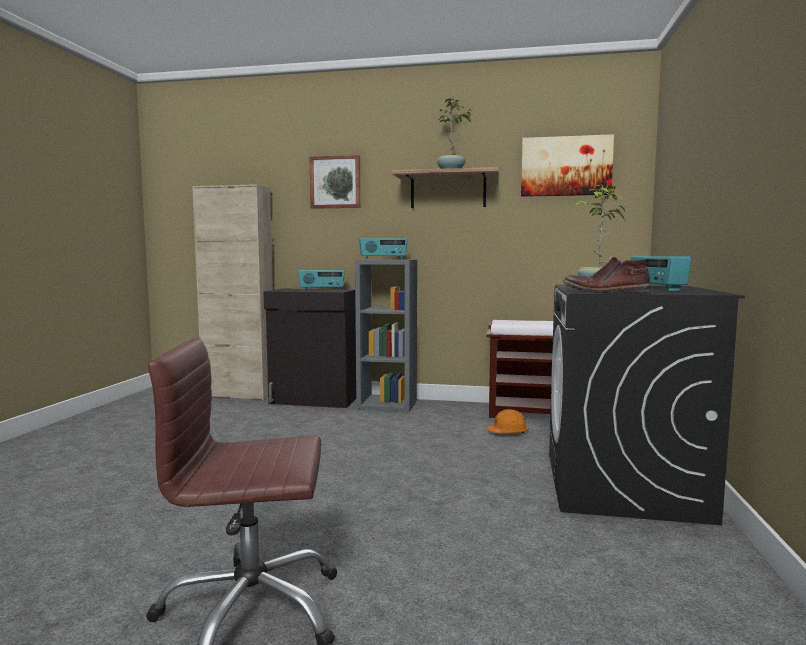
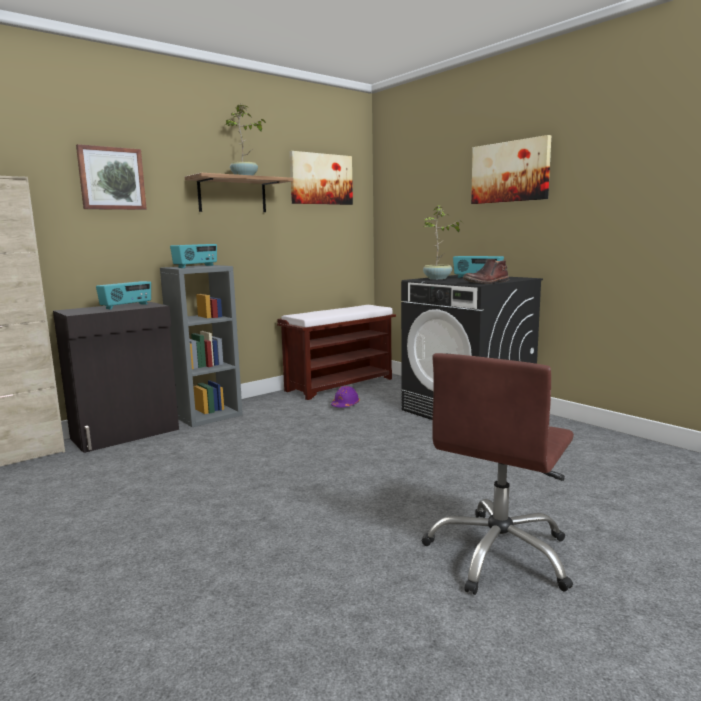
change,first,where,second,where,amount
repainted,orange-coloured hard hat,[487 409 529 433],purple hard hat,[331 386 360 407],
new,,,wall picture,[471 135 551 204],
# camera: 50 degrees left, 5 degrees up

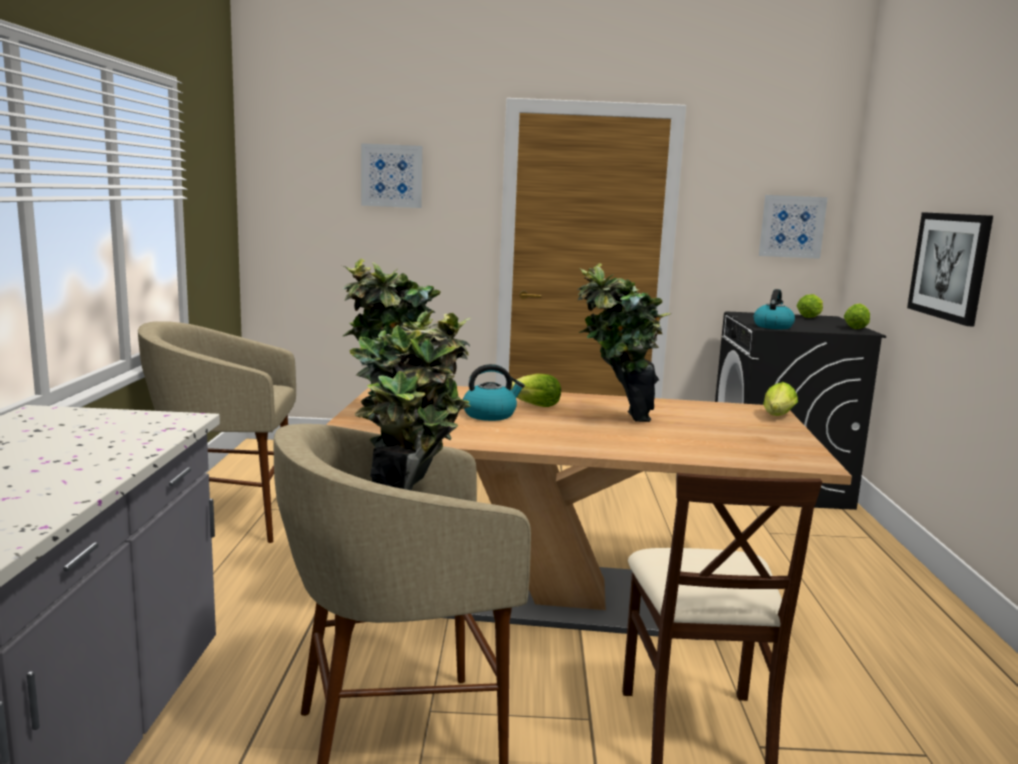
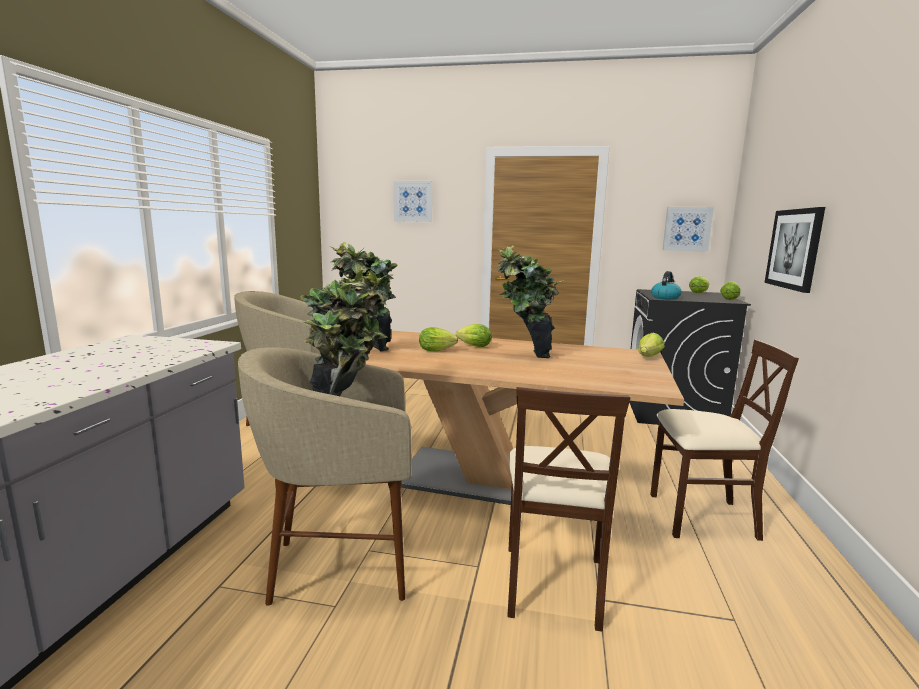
change,first,where,second,where,amount
swapped,water kettle,[463 364 525 421],lettuce,[419 328 458 351],
new,,,beige upright chair,[650 340 799 541],
# camera: 10 degrees right, 0 degrees up

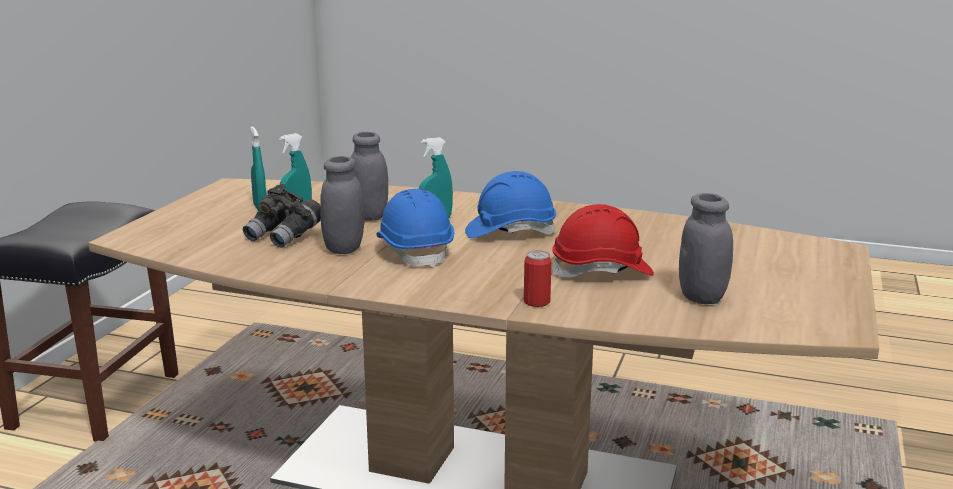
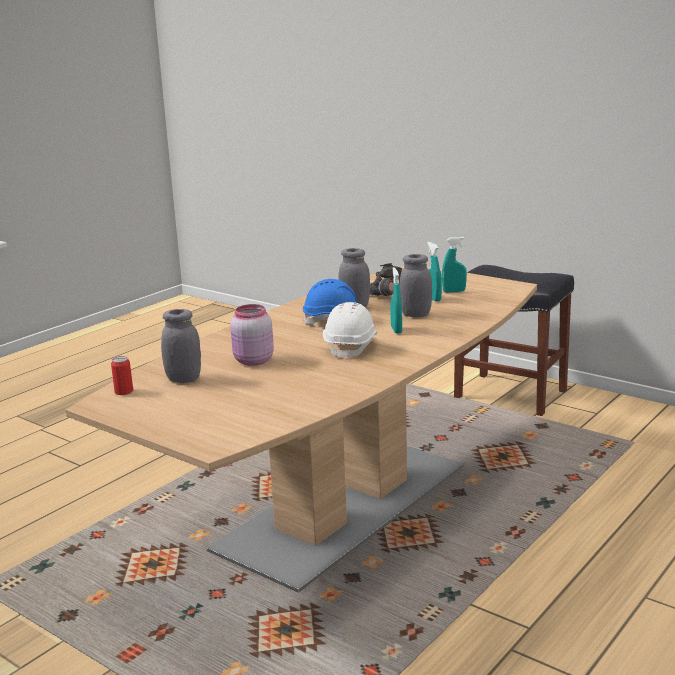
change,first,where,second,where,amount
repainted,bluish hard hat,[465 171 556 238],white hard hat,[323 302 377 360],
swapped,red-coloured hard hat,[552 204 654 277],pinkish jar,[230 304 274 366],
shifted,metal can,[524 250 552 307],,[111 356 133 395],
# camera: 110 degrees right, 0 degrees up

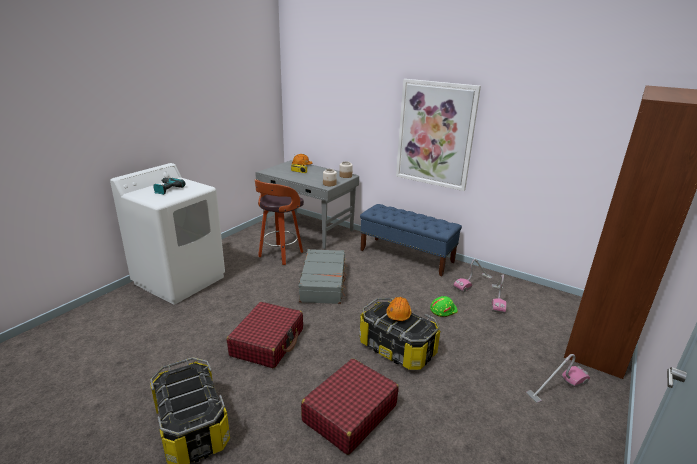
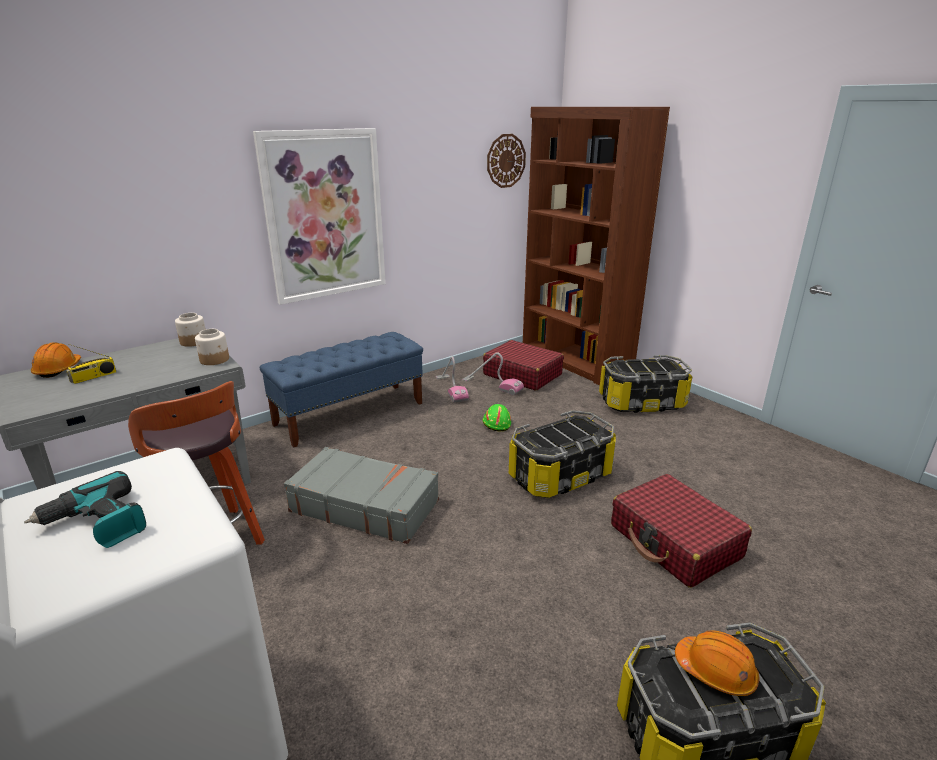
change,first,where,second,where,amount
shifted,orange-coloured hard hat,[386 297 412 322],,[675 631 759 696],
shifted,red-coloured piece of luggage,[227 302 303 368],,[483 340 564 391],
swapped,vacuum cleaner,[526 354 590 403],storage box,[599 355 692 413],
new,,,wall clock,[487 134 526 188],
# camera: 70 degrees left, 0 degrees up

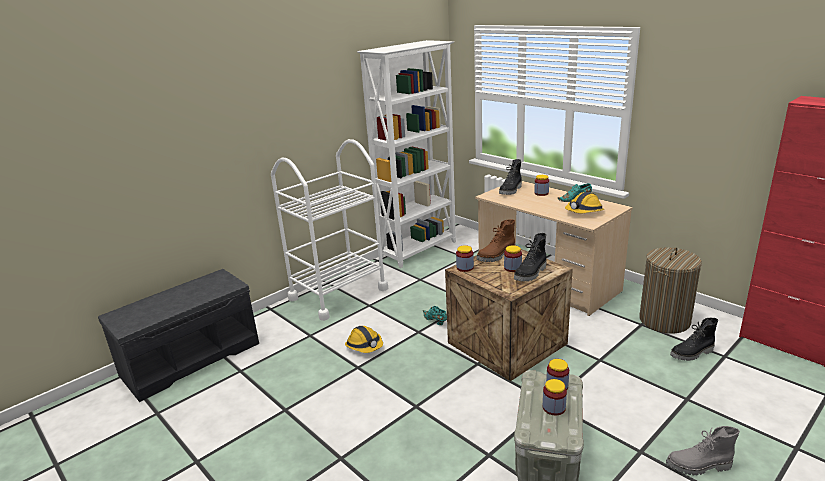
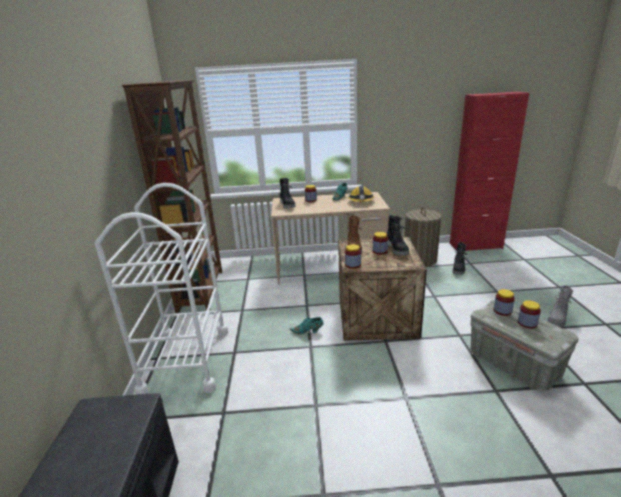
change,first,where,second,where,amount
repainted,white bookshelf,[357 40 456 268],brownish bookshelf,[122 80 222 313],
gone,hard hat,[345 326 383 353],,,
# camera: 50 degrees left, 0 degrees up

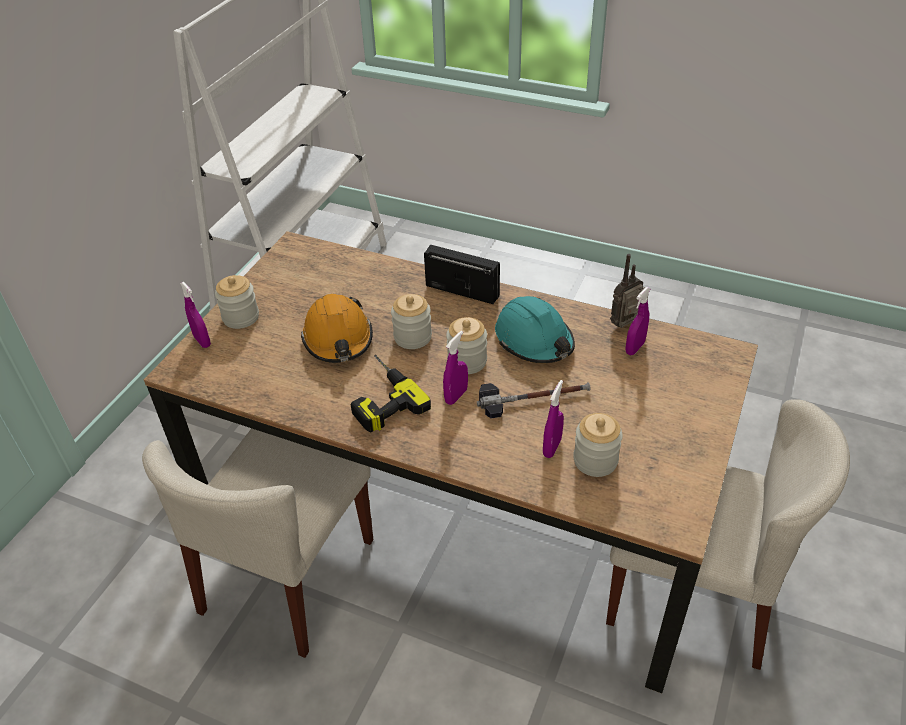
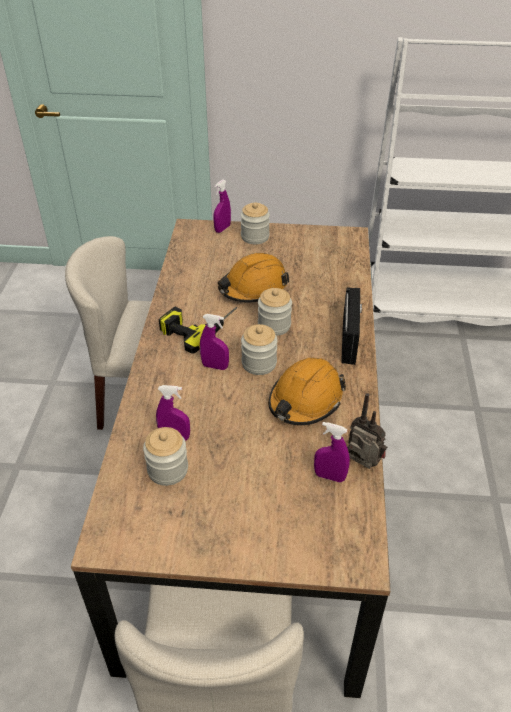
change,first,where,second,where,amount
repainted,turquoise hard hat,[495 296 575 363],orange-coloured hard hat,[268 358 346 425],
gone,tool hammer,[477 382 590 418],,,
# camera: 70 degrees right, 0 degrees up

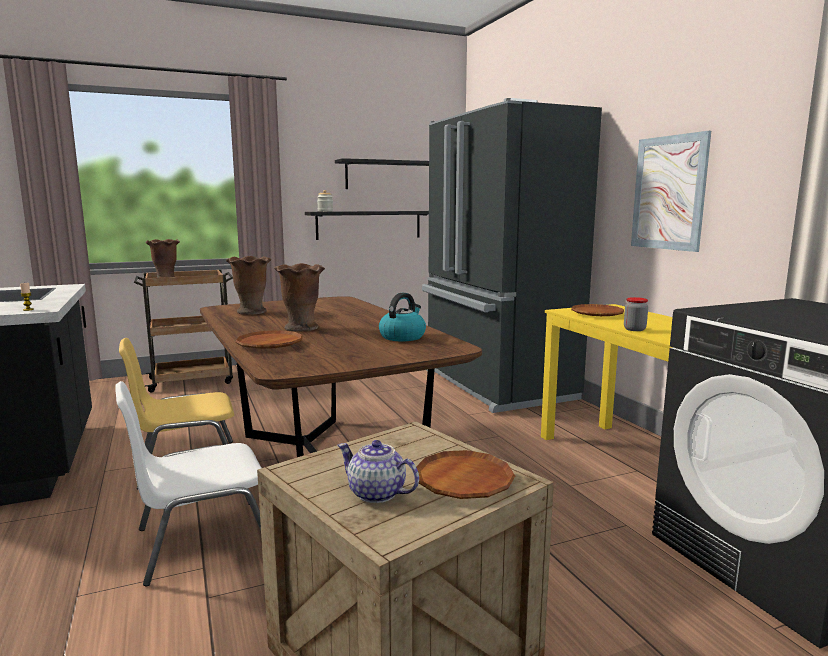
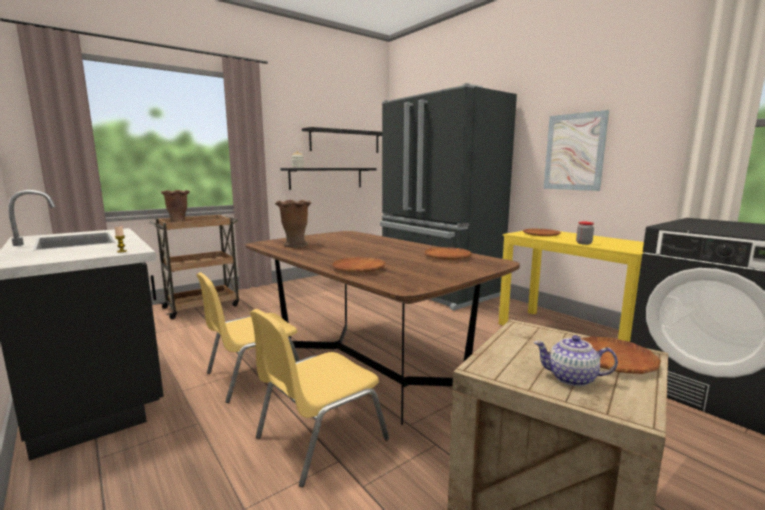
change,first,where,second,where,amount
gone,brownish flower vase,[274 263 325 332],,,
swapped,water kettle,[379 293 426 341],brownish plate,[424 247 472 260],
repainted,white upright chair,[115 381 262 586],yellow upright chair,[250 309 389 487],
# camera: 15 degrees left, 0 degrees up

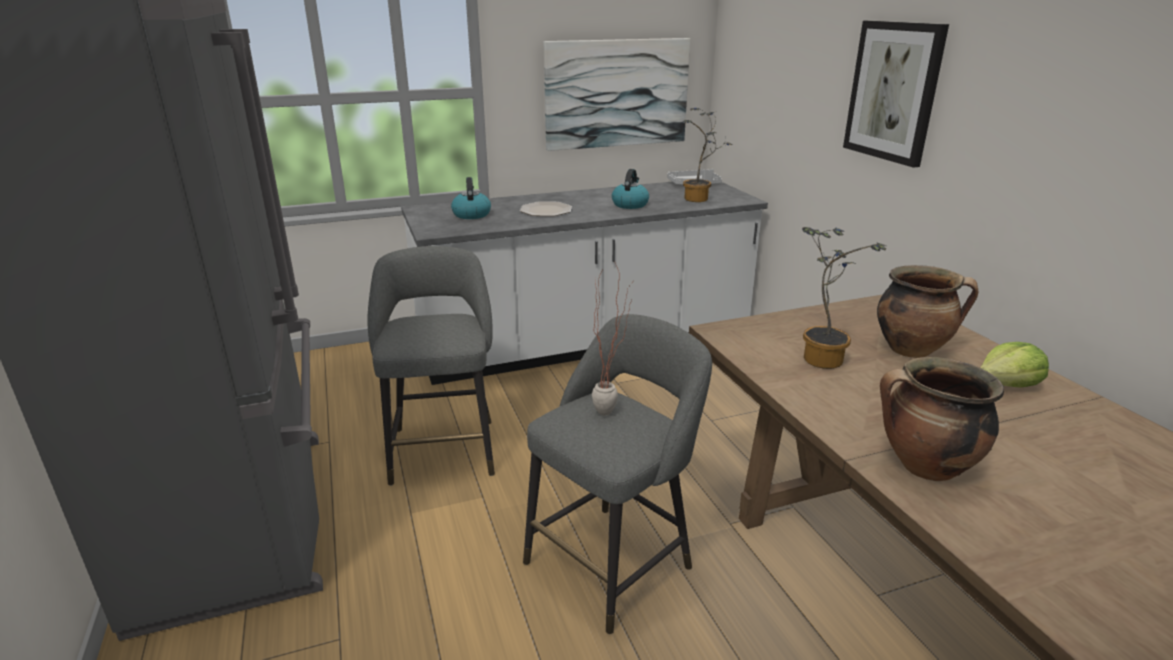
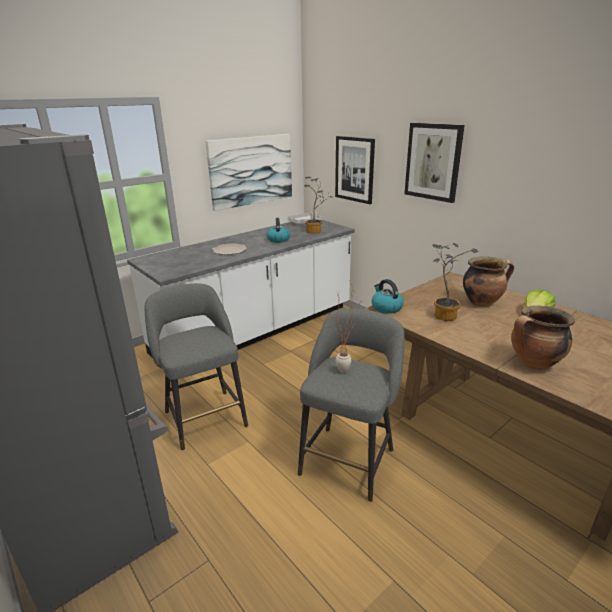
change,first,where,second,where,amount
shifted,water kettle,[451 177 491 219],,[372 279 404 314],
new,,,wall picture,[335 136 375 204],
# camera: 20 degrees left, 0 degrees up

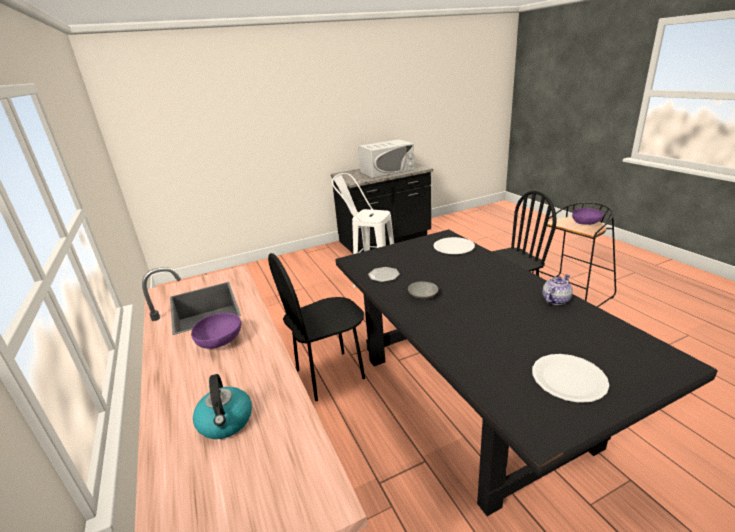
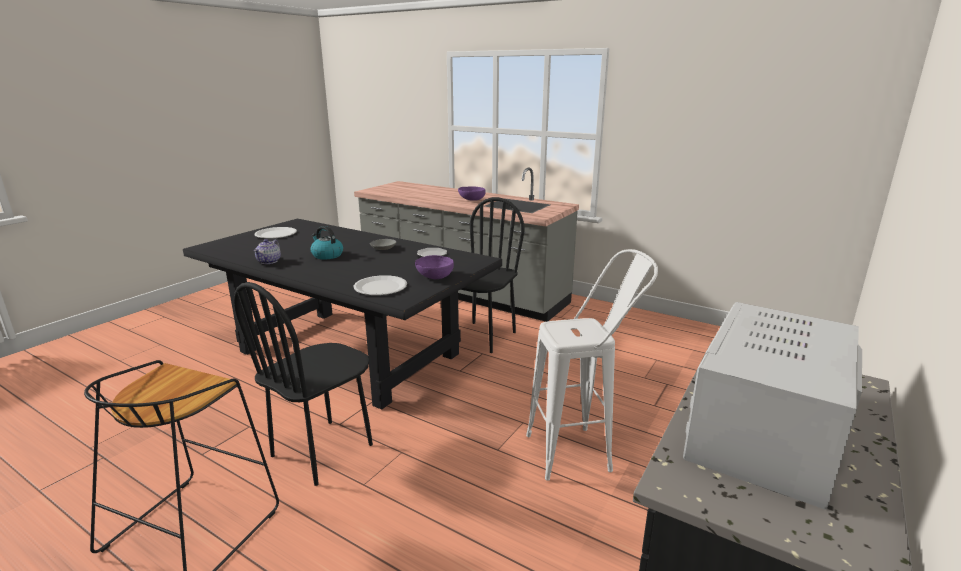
change,first,where,second,where,amount
shifted,purple deep dish,[572 208 604 225],,[415 255 454 279],
shifted,water kettle,[193 374 252 439],,[311 226 343 259],
# camera: 145 degrees right, 5 degrees down

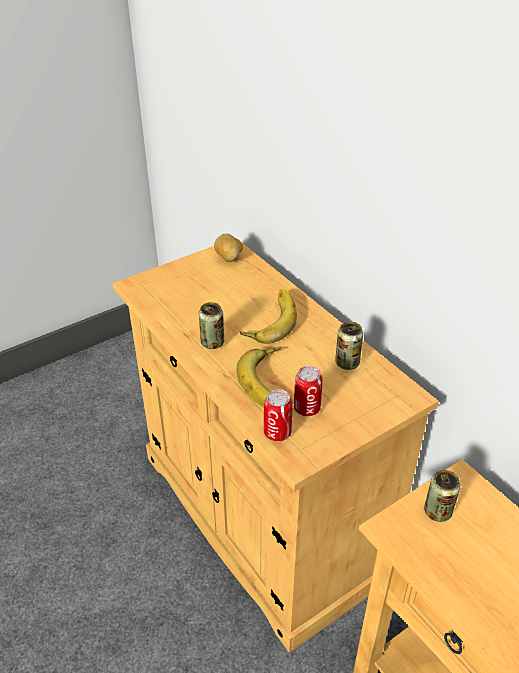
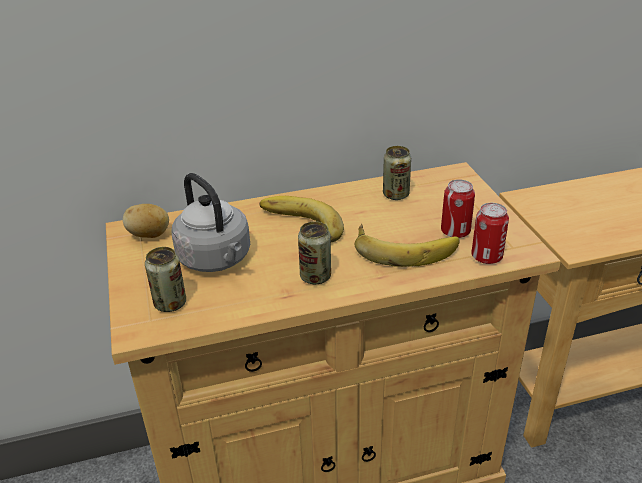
change,first,where,second,where,amount
shifted,metal can,[424 470 460 522],,[145 247 186 312],
new,,,gray water kettle,[171 173 250 272],
# camera: 70 degrees left, 5 degrees down

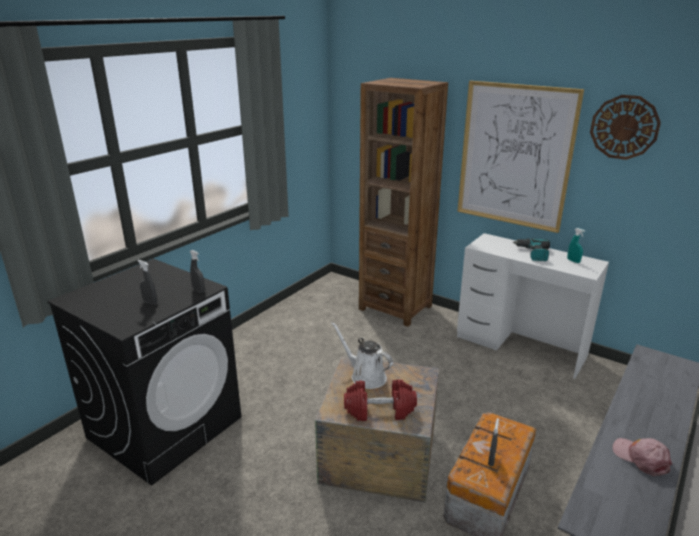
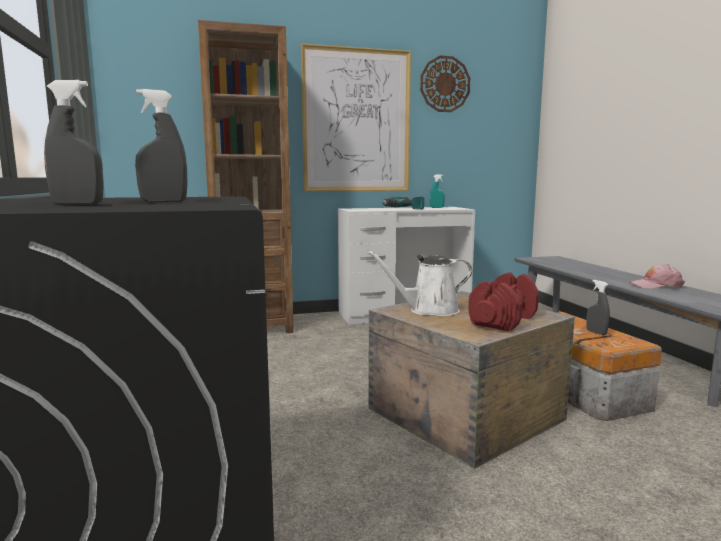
change,first,where,second,where,amount
shifted,gray hand sprayer,[190 250 205 293],,[44 80 104 205],
# camera: 50 degrees left, 15 degrees down

